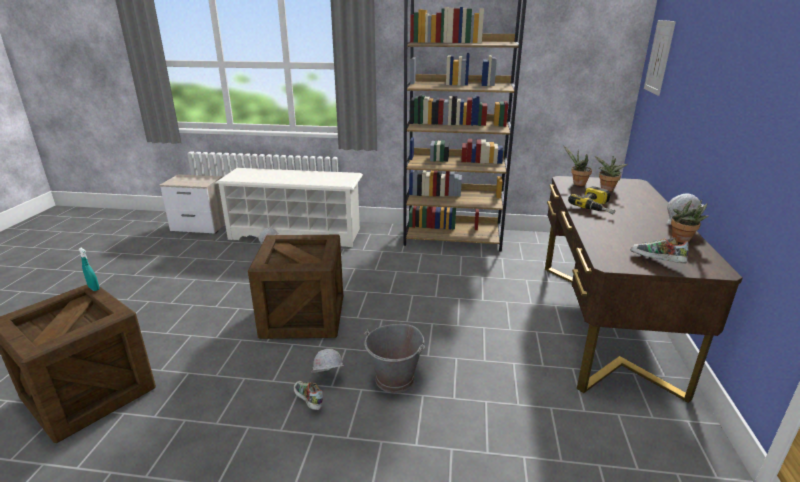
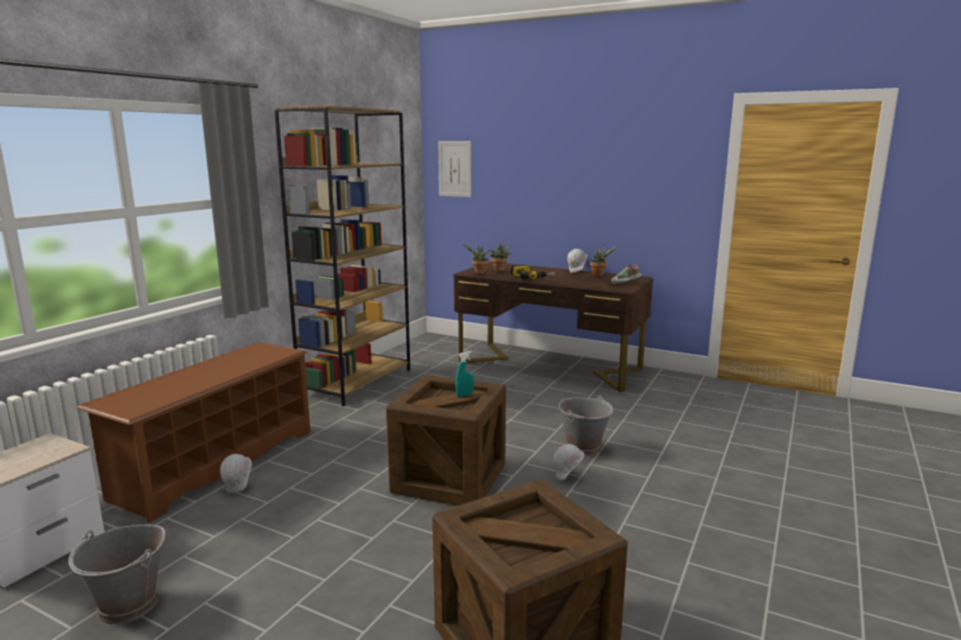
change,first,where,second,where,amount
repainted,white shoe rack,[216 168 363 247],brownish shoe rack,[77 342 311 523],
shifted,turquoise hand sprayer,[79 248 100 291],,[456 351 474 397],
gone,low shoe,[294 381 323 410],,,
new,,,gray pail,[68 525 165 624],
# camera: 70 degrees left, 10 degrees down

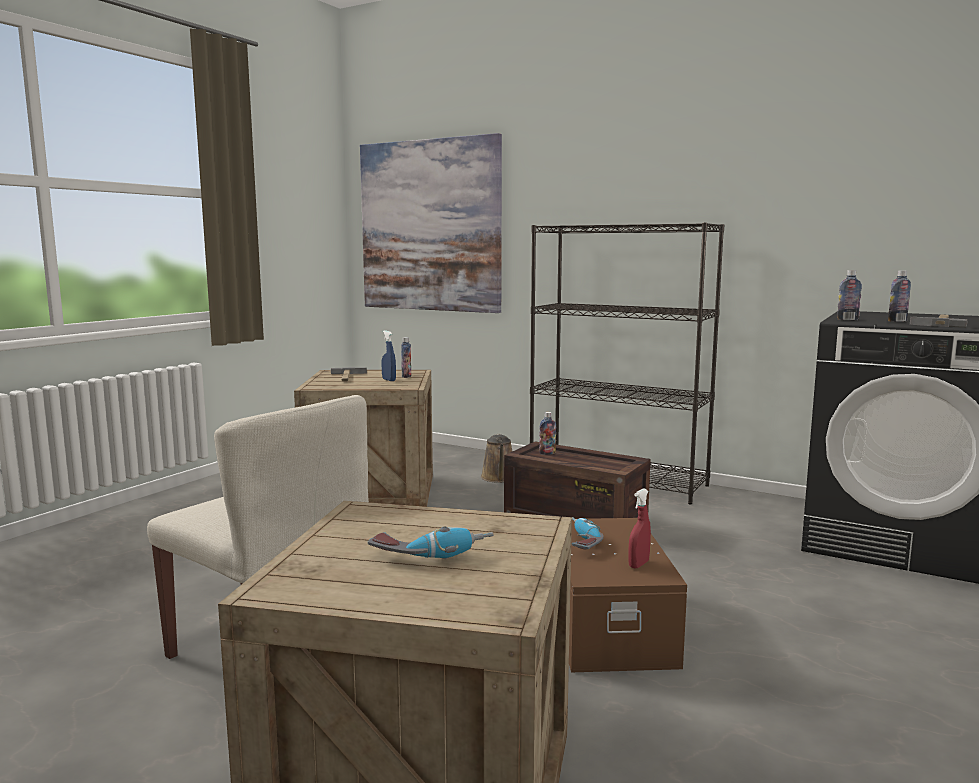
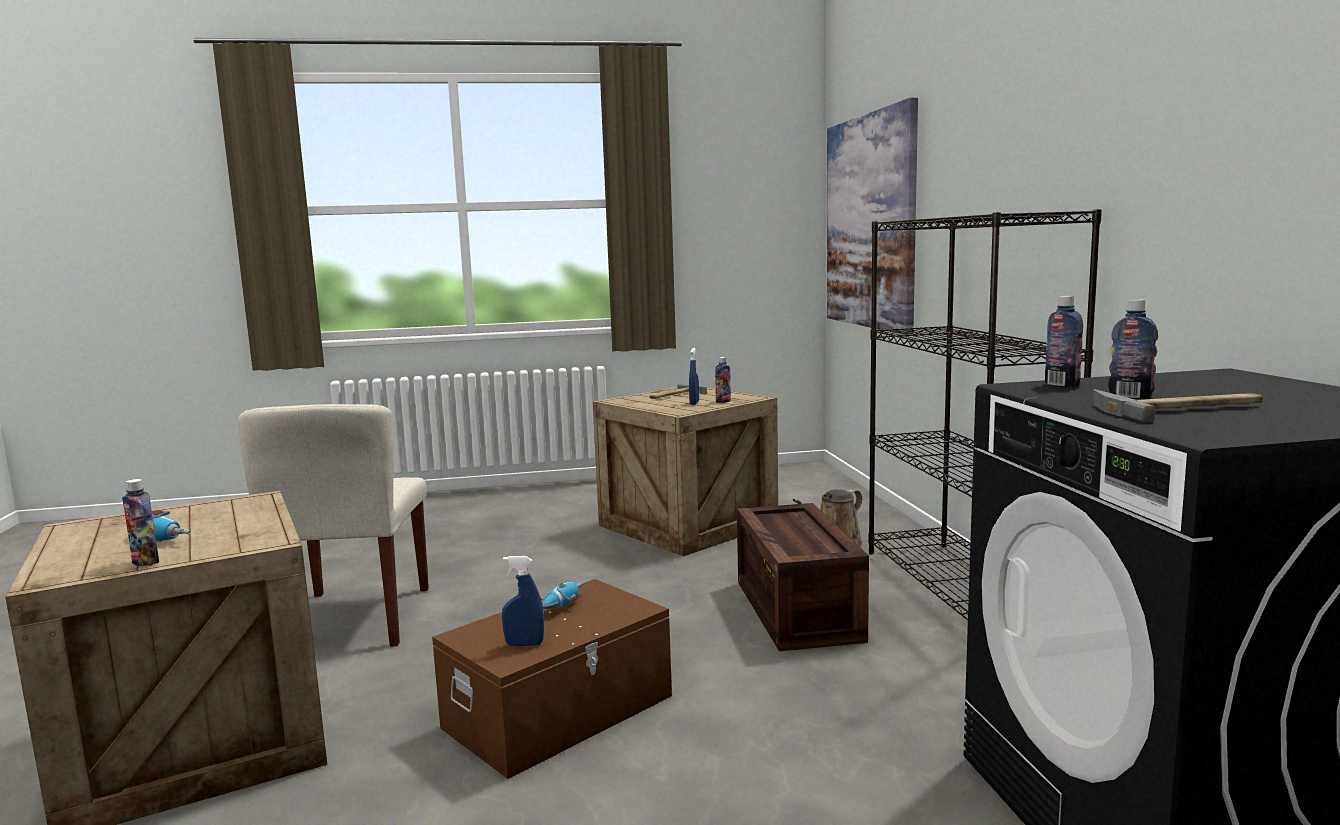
change,first,where,second,where,amount
shifted,bottle,[539 412 556 455],,[122 479 159 566],
repainted,red-coloured hand sprayer,[628 488 651 569],bluish hand sprayer,[502 556 544 646],
# camera: 50 degrees right, 0 degrees up

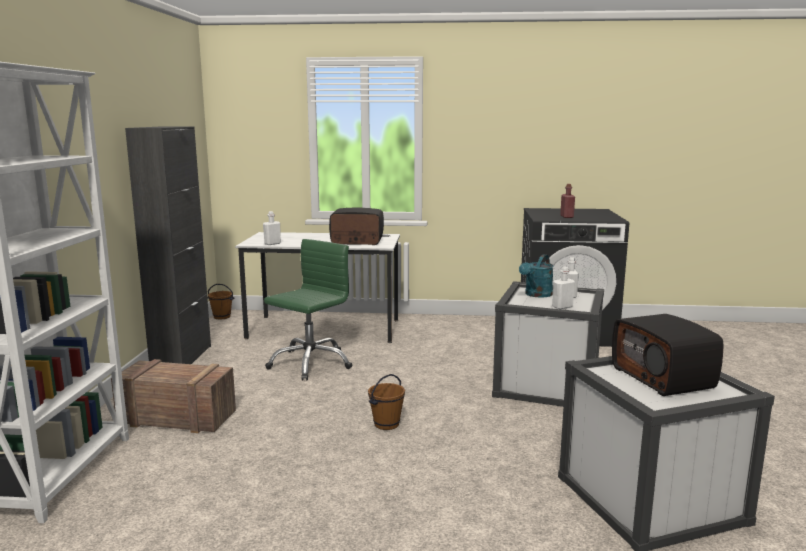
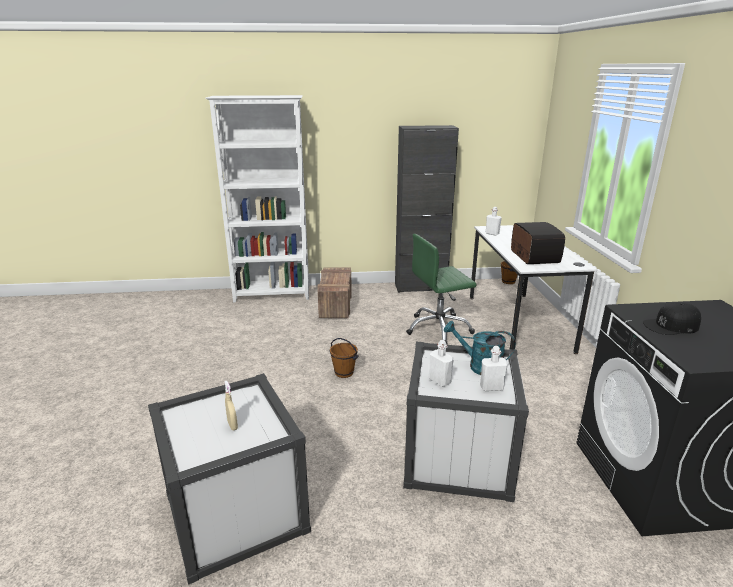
change,first,where,second,where,amount
swapped,red-coloured bottle,[560 184 575 218],blackish cap,[643 302 701 335],
rotated,greenish office chair,[264 239 352 380],,[406 234 477 344],135 degrees clockwise
swapped,radio,[612 314 723 396],beige hand sprayer,[224 381 238 430],
# camera: 80 degrees right, 10 degrees up

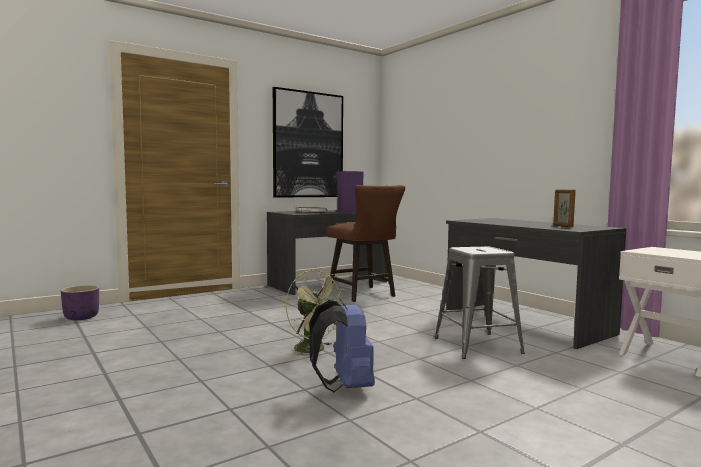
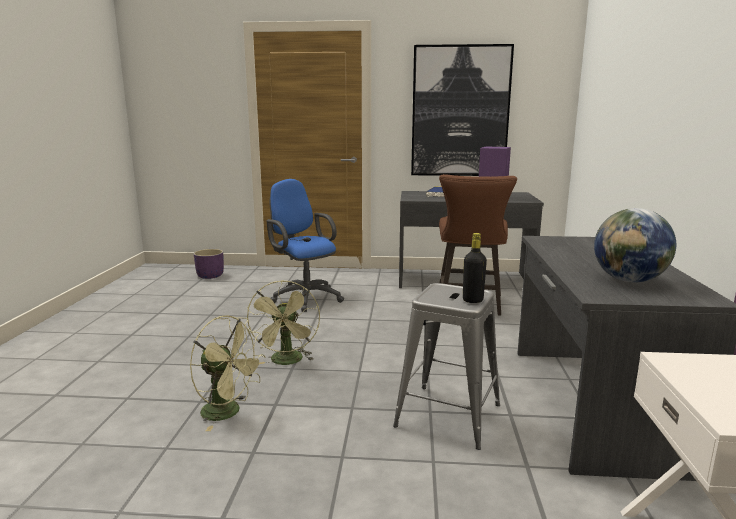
change,first,where,second,where,amount
swapped,standing frame,[553 189 576 227],world globe,[594 208 676 283],
swapped,bluish backpack,[309 299 375 392],greenish fan,[190 315 265 431],
new,,,bluish office chair,[267 179 344 312],
new,,,blackish bottle,[463 233 487 303],
# camera: 40 degrees right, 10 degrees up

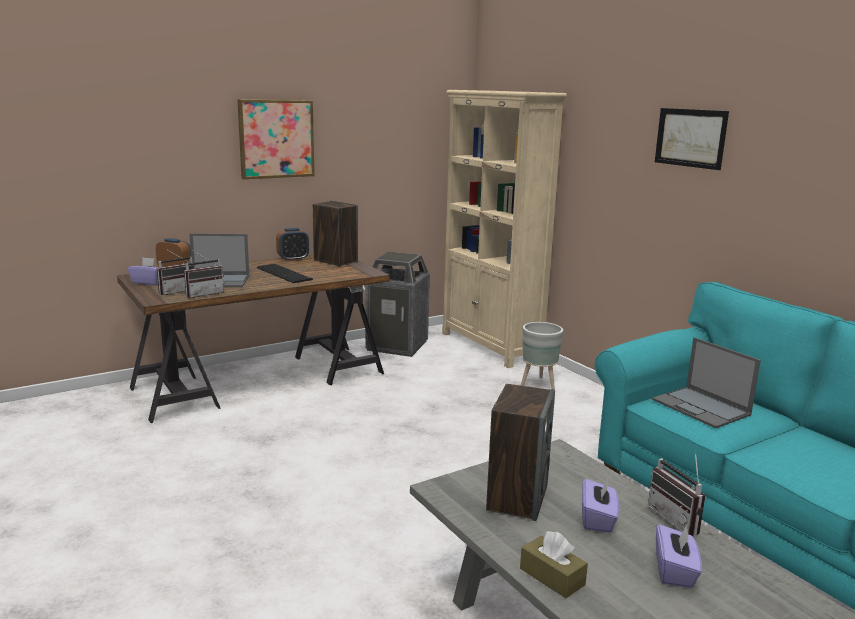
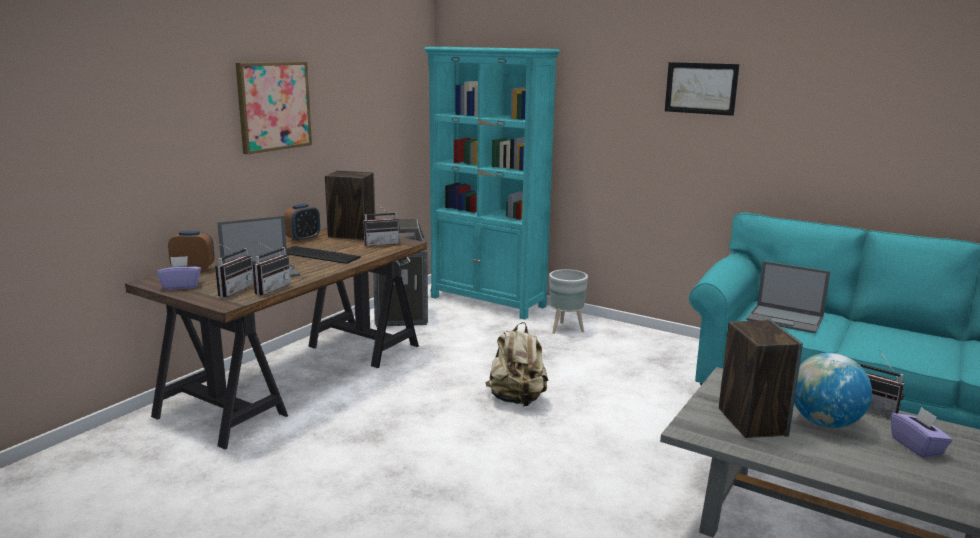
change,first,where,second,where,amount
repainted,beige bookshelf,[442 90 567 368],turquoise bookshelf,[424 47 560 320],
swapped,purple box of tissues,[582 479 619 533],world globe,[794 353 872 428],
gone,brownish box of tissues,[520 531 588 598],,,
new,,,radio,[363 203 400 247],
new,,,beige backpack,[486 322 548 406],
# camera: 25 degrees left, 0 degrees up

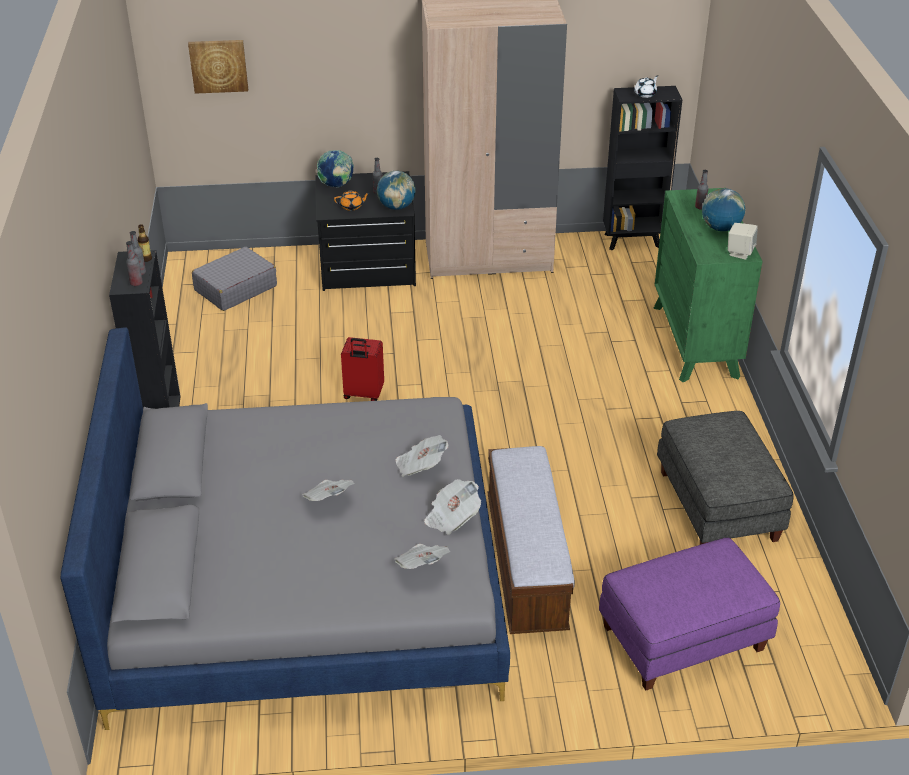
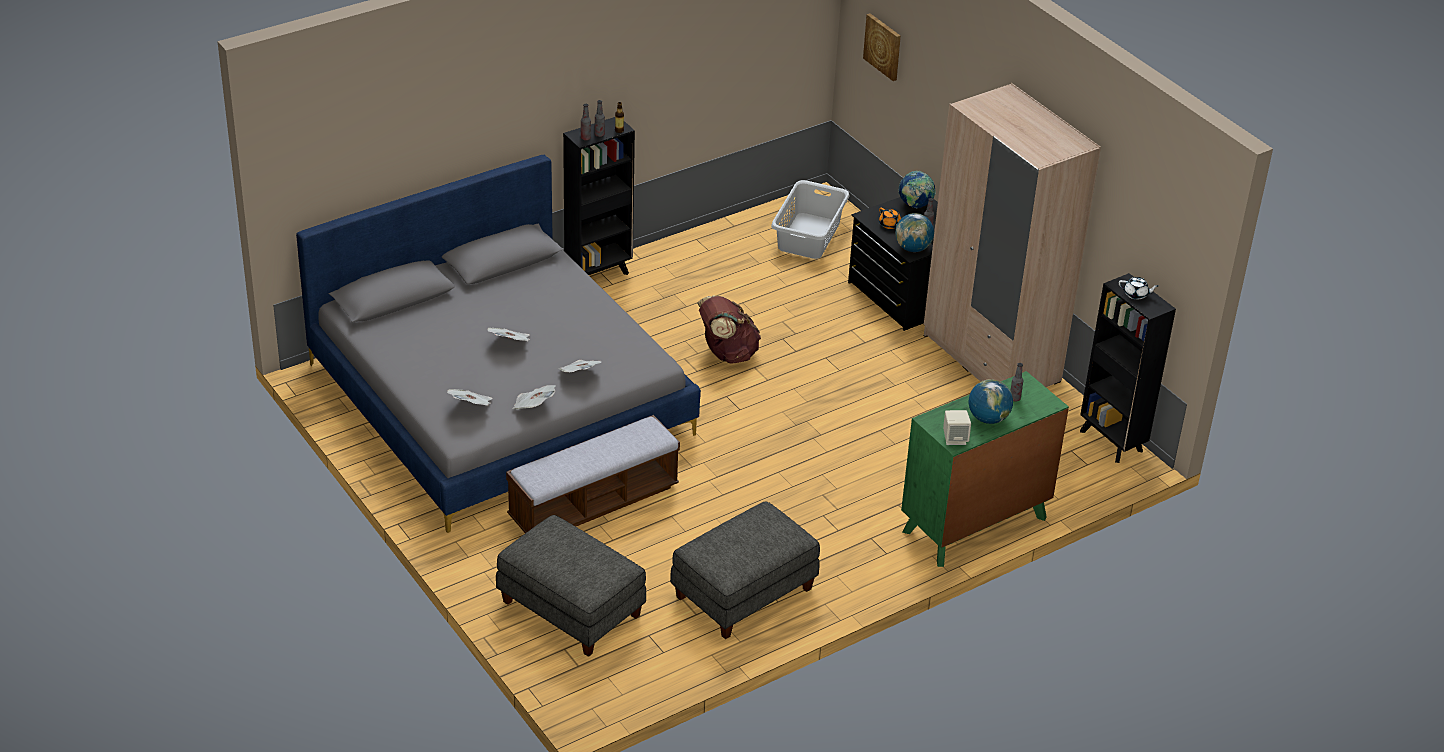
change,first,where,second,where,amount
swapped,gray piece of luggage,[192 247 277 311],gray hamper,[771 180 850 259],
swapped,red-coloured piece of luggage,[341 337 384 401],brownish backpack,[697 295 761 364],
repainted,purple footrest,[599 538 780 690],gray footrest,[496 515 646 657],
# camera: 60 degrees right, 0 degrees up

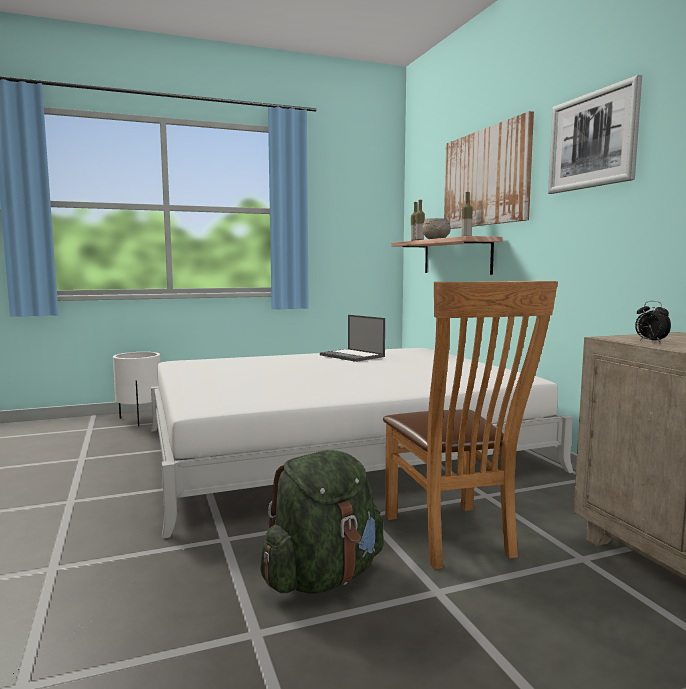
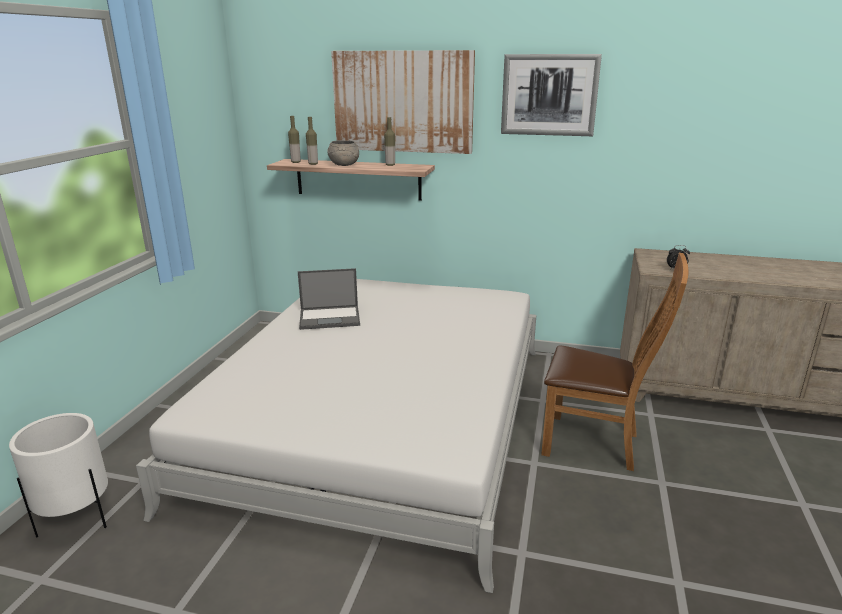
change,first,where,second,where,amount
gone,greenish backpack,[260 450 384 594],,,
# camera: 55 degrees left, 15 degrees up

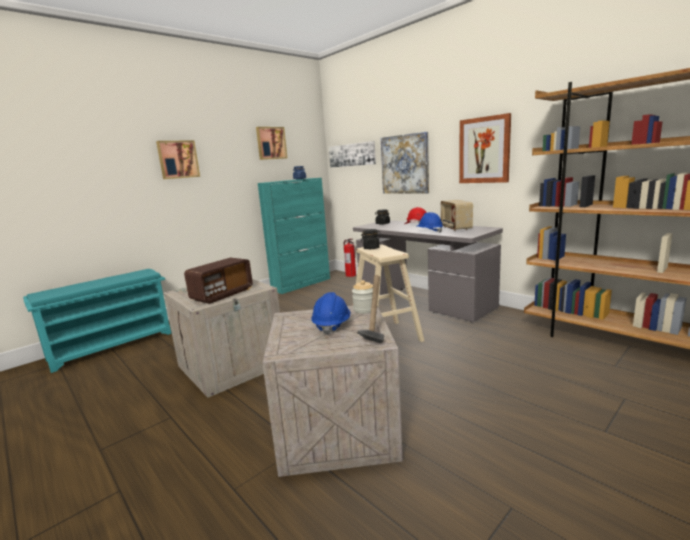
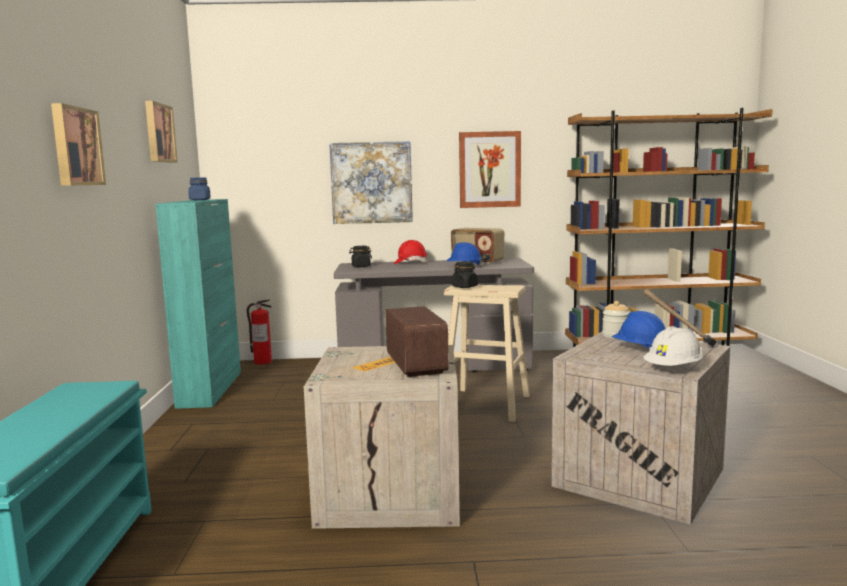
change,first,where,second,where,amount
gone,wall picture,[329 141 376 168],,,
new,,,white hard hat,[643 326 703 366],
# camera: 50 degrees left, 5 degrees down

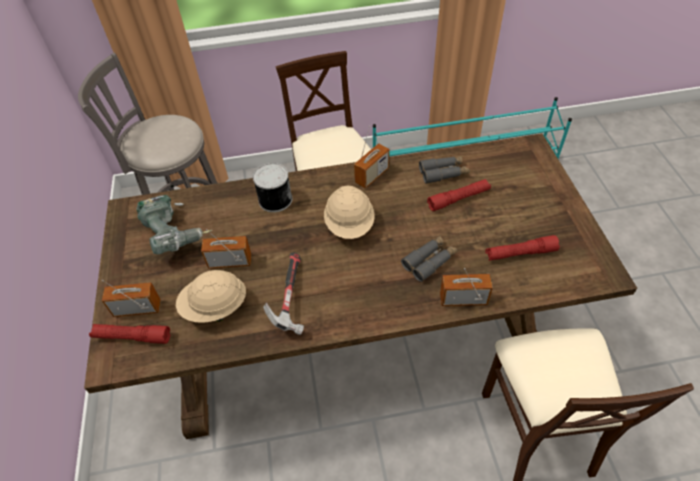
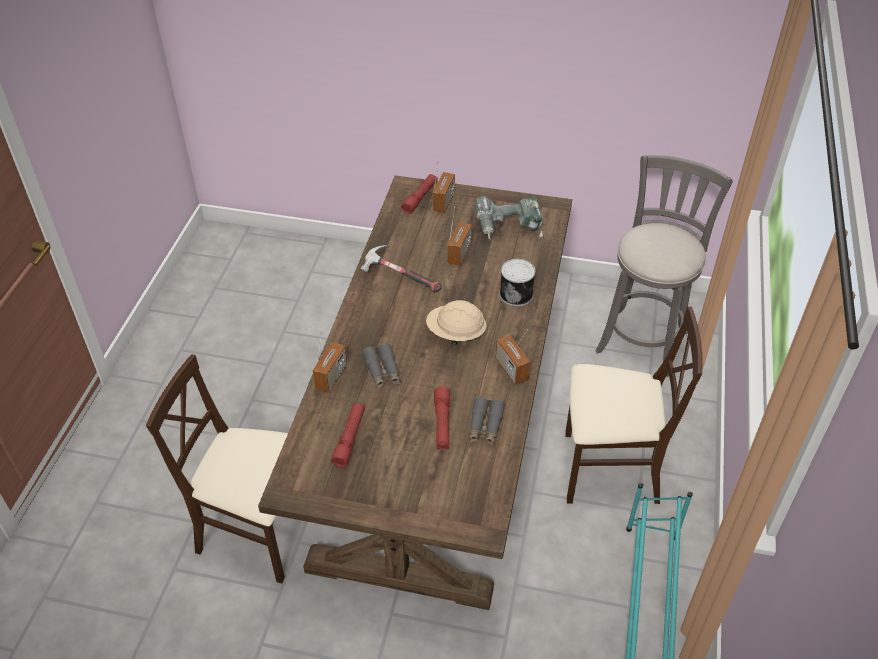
change,first,where,second,where,amount
gone,beige hard hat,[176 270 246 323],,,
# camera: 110 degrees right, 5 degrees down

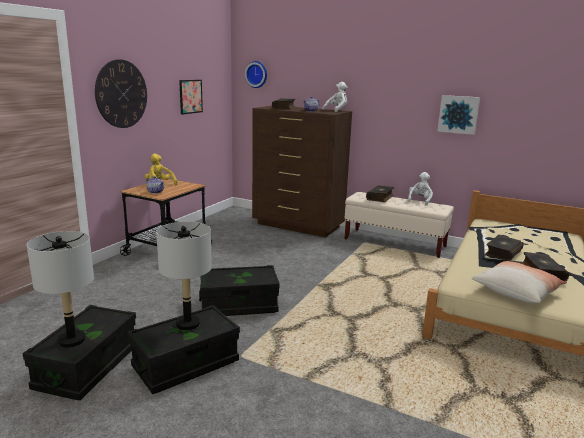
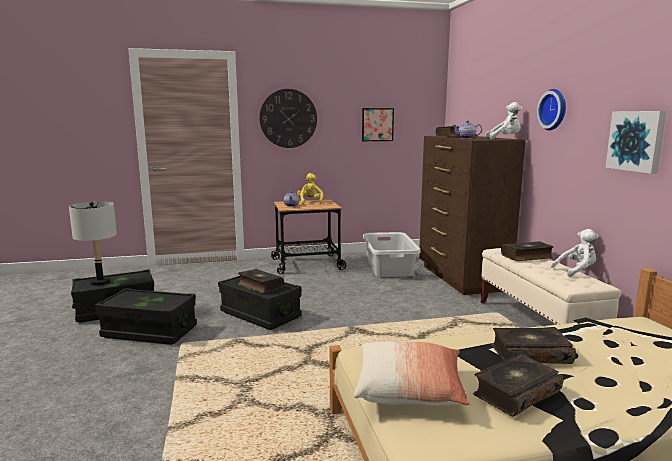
change,first,where,second,where,amount
shifted,wall clock,[245 61 267 88],,[537 89 566 130],
gone,gray lamp for a table,[156 222 212 330],,,
new,,,gray hamper,[363 232 421 277],
new,,,bound book,[238 269 284 293],
# camera: 50 degrees right, 5 degrees down

